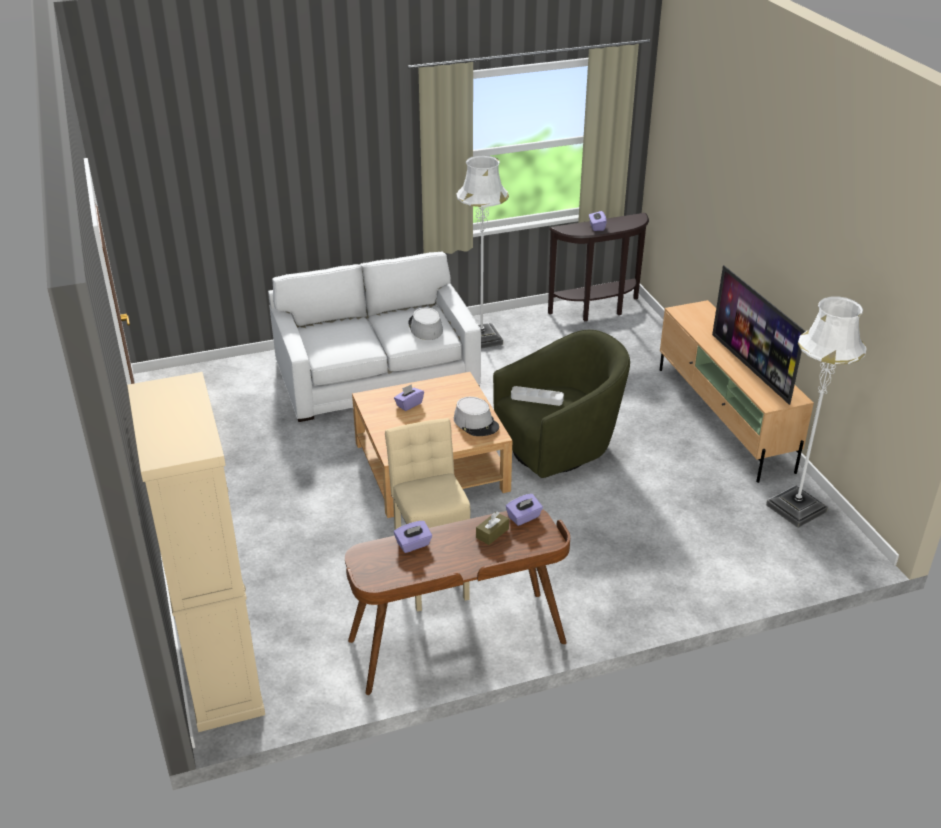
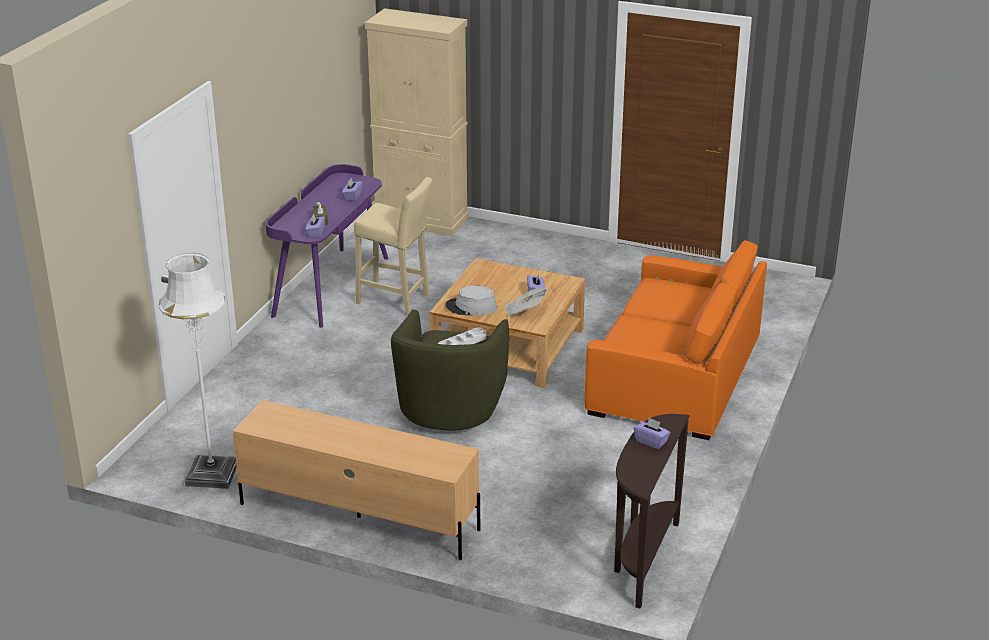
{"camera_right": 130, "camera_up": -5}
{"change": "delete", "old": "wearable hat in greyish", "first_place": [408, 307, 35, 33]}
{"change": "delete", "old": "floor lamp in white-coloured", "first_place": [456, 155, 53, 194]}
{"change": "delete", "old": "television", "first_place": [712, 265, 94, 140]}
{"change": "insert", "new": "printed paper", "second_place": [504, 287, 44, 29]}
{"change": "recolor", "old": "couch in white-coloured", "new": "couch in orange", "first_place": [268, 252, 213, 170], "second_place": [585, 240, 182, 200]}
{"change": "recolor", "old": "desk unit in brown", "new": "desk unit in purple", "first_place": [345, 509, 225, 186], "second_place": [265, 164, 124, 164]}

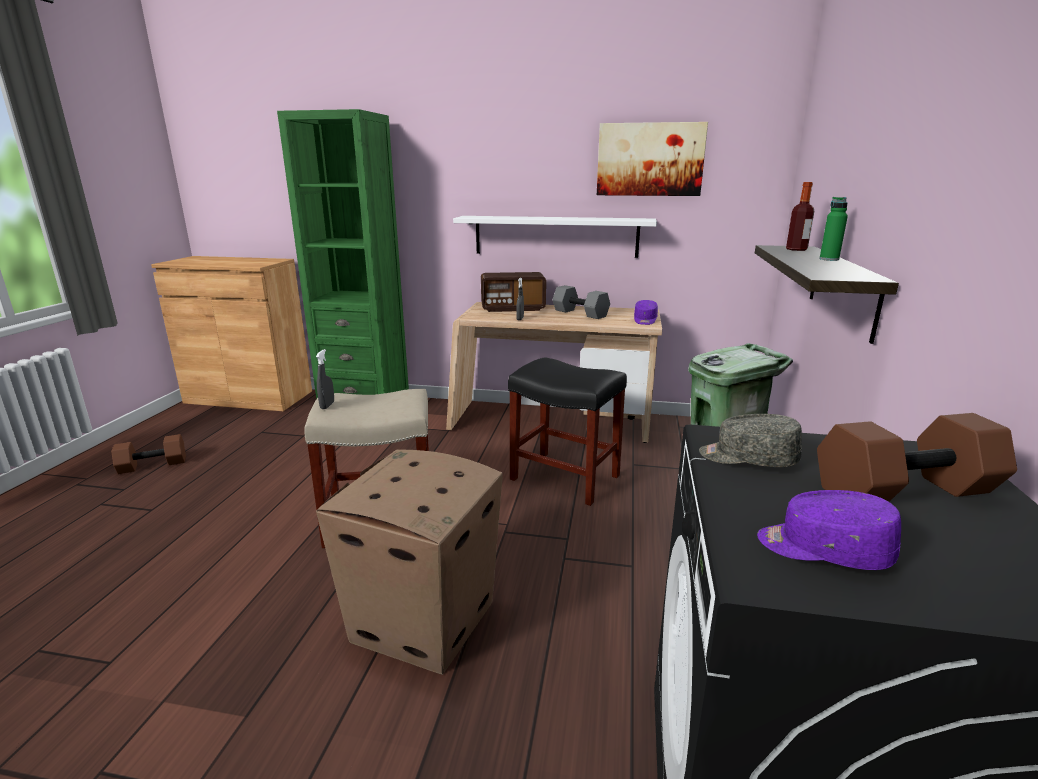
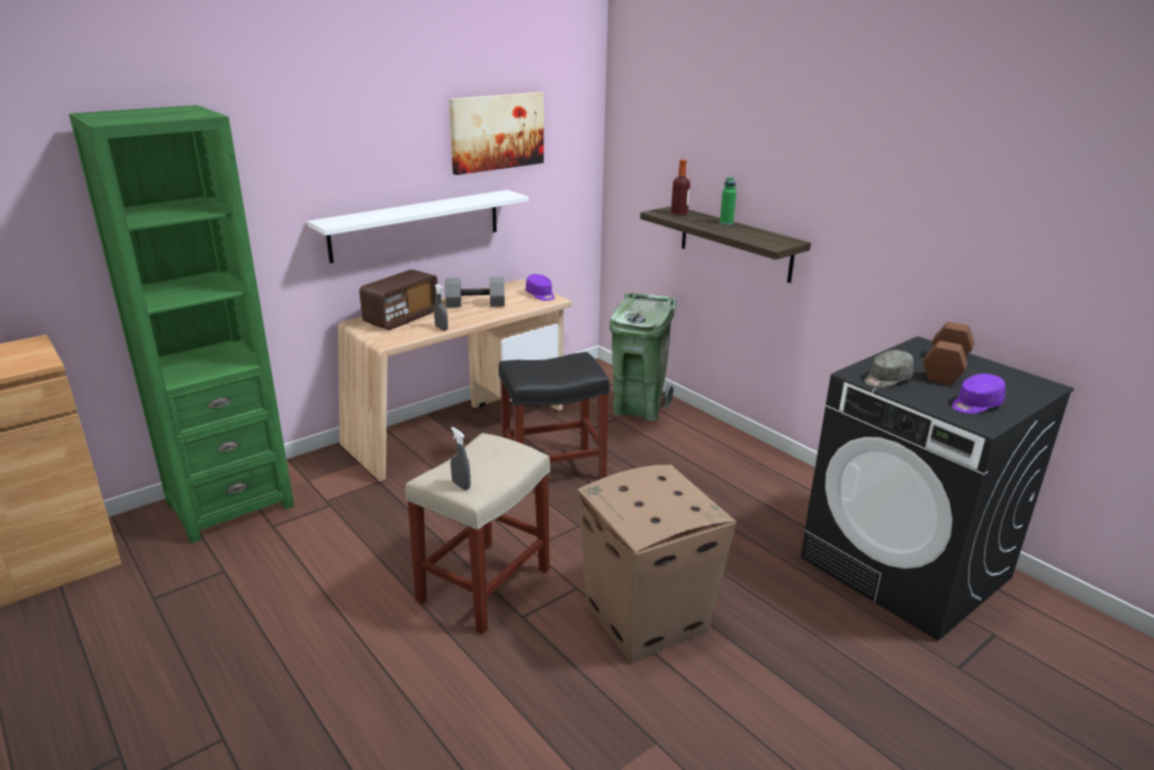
{"camera_right": -50, "camera_up": 5}
{"change": "delete", "old": "free weight in brown", "first_place": [111, 434, 75, 40]}

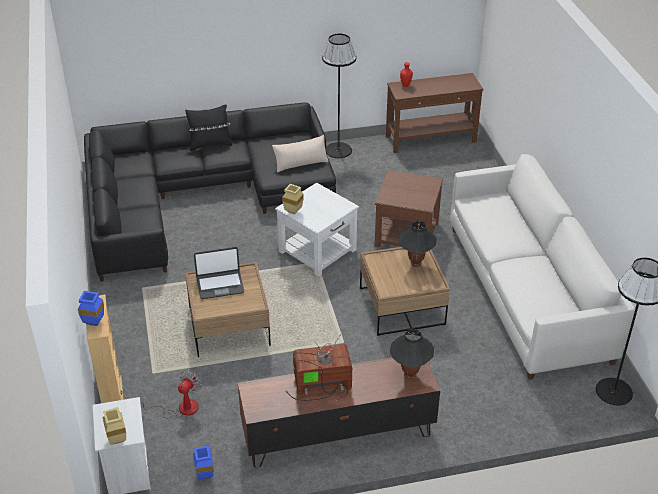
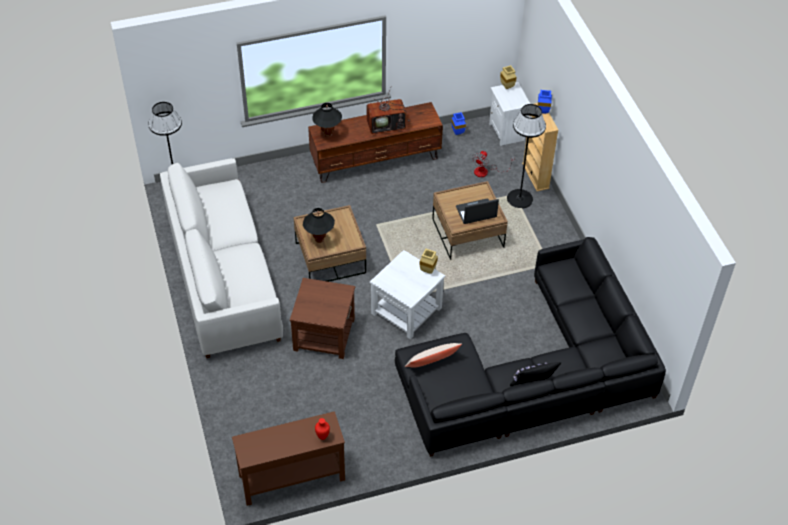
{"camera_right": 175, "camera_up": 10}
{"change": "move", "old": "floor lamp in black", "first_place": [322, 34, 34, 124], "second_place": [507, 104, 39, 105]}

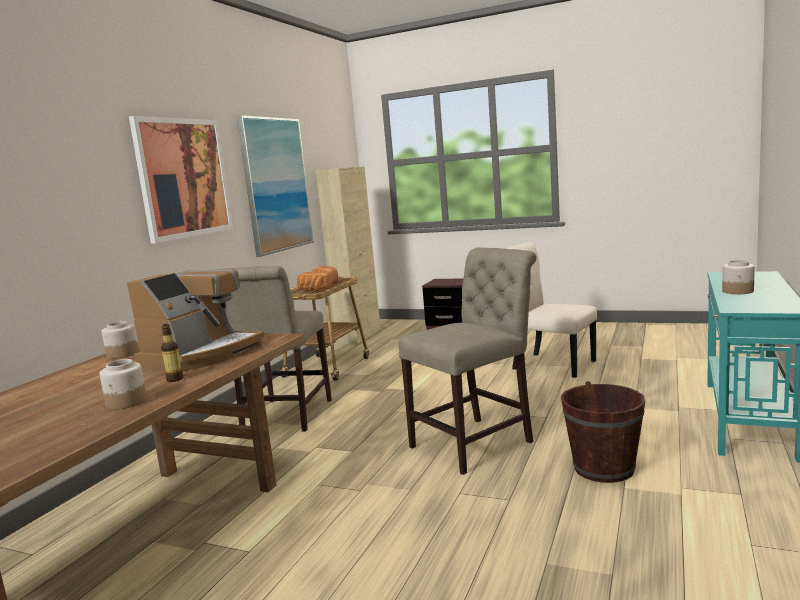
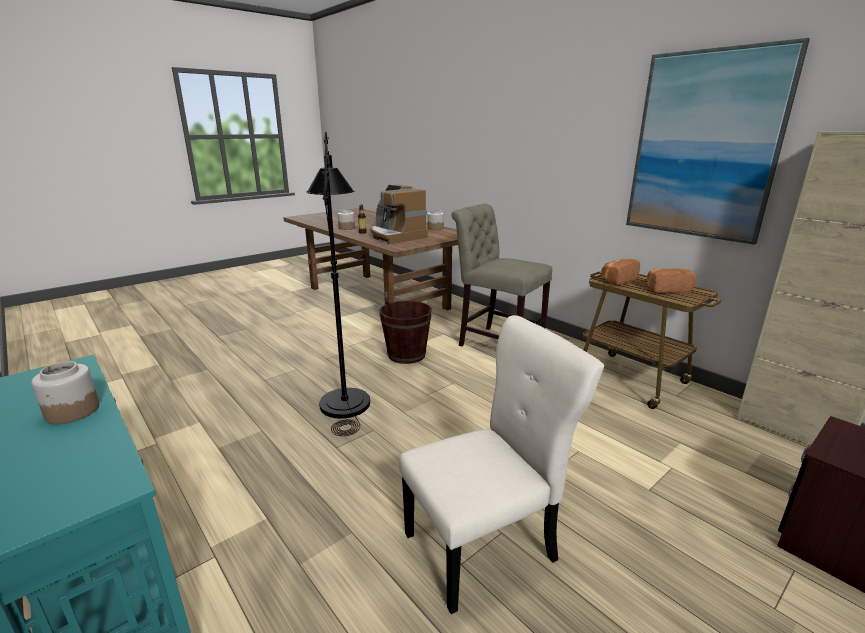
{"camera_right": 115, "camera_up": 10}
{"change": "delete", "old": "picture", "first_place": [129, 116, 104, 128]}
{"change": "move", "old": "pail in brown", "first_place": [561, 381, 85, 102], "second_place": [379, 301, 53, 63]}
{"change": "replace", "old": "chair in sand-coloured", "new": "floor lamp in black", "first_place": [398, 247, 139, 228], "second_place": [306, 132, 64, 304]}

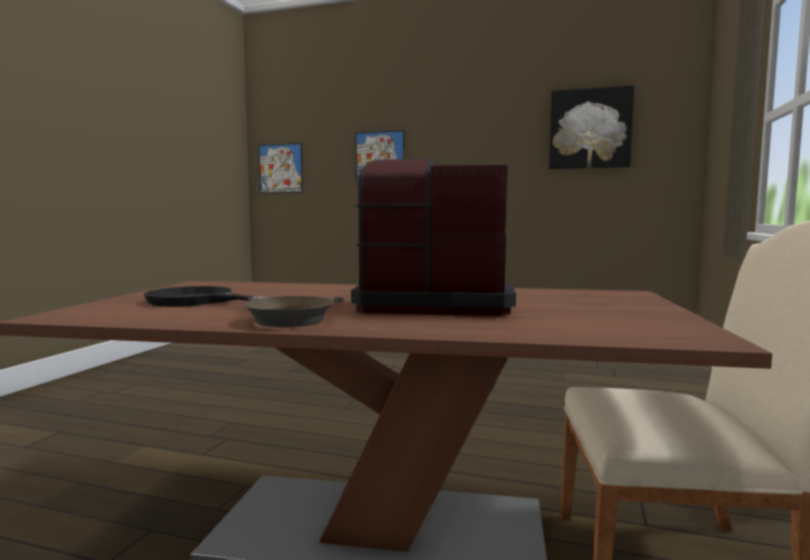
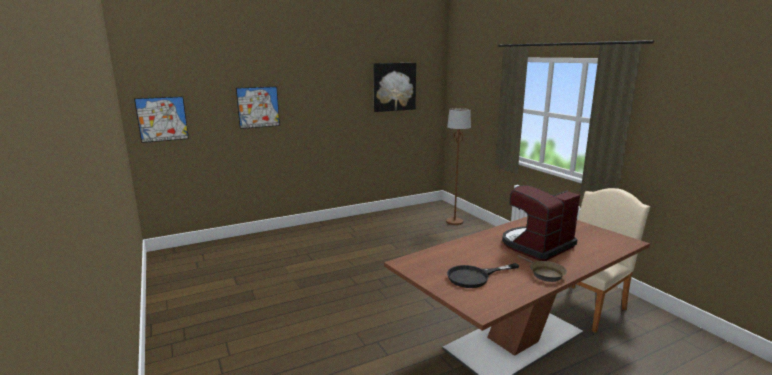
{"camera_right": -45, "camera_up": 10}
{"change": "insert", "new": "floor lamp in brown", "second_place": [446, 108, 25, 117]}

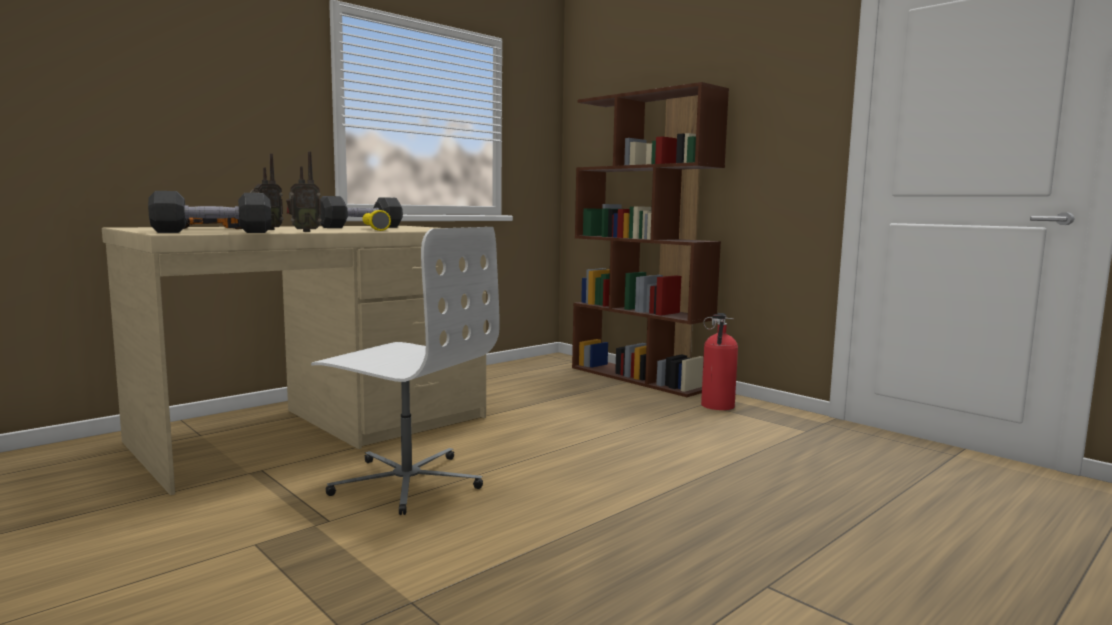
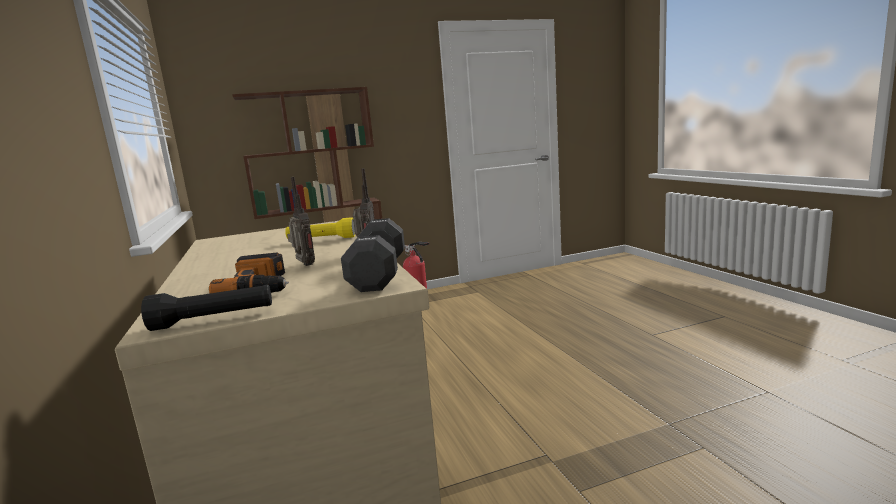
{"camera_right": -65, "camera_up": 5}
{"change": "delete", "old": "computer chair in white-coloured", "first_place": [311, 227, 189, 288]}
{"change": "delete", "old": "free weight in black", "first_place": [320, 196, 83, 32]}
{"change": "insert", "new": "flashlight in black", "second_place": [141, 285, 131, 46]}

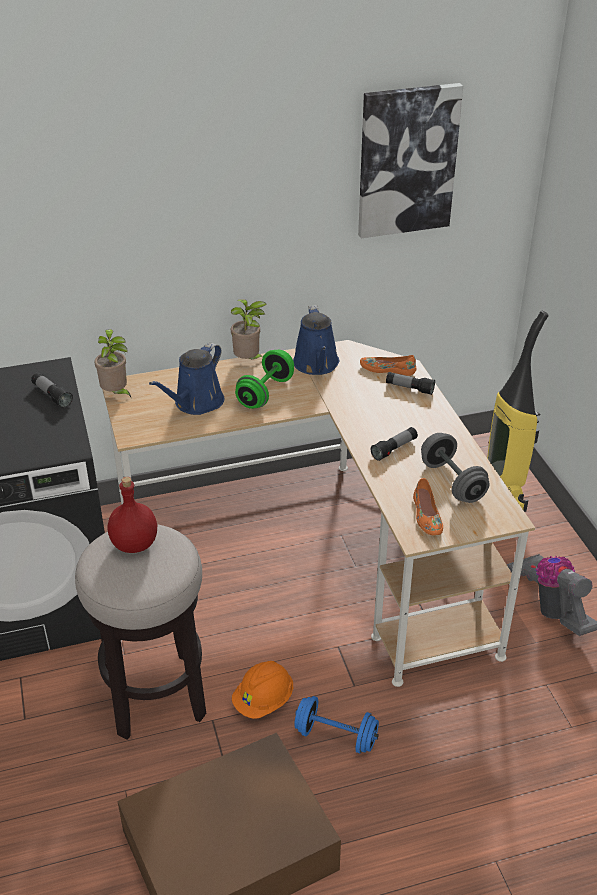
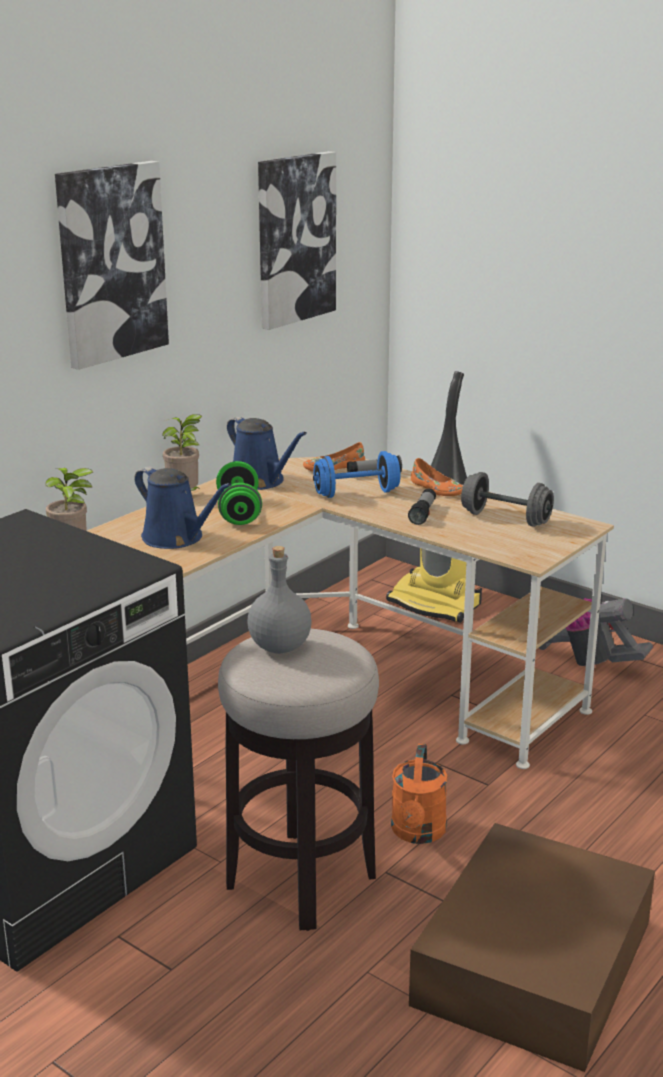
{"camera_right": -35, "camera_up": -15}
{"change": "delete", "old": "flashlight", "first_place": [31, 373, 42, 35]}
{"change": "insert", "new": "picture", "second_place": [55, 161, 114, 209]}
{"change": "move", "old": "free weight in blue-coloured", "first_place": [294, 696, 85, 57], "second_place": [313, 451, 87, 47]}
{"change": "move", "old": "item of footwear in orange", "first_place": [413, 478, 30, 57], "second_place": [411, 458, 52, 38]}
{"change": "replace", "old": "hard hat in orange", "new": "watering pot in orange", "first_place": [232, 661, 61, 58], "second_place": [391, 743, 56, 101]}
{"change": "recolor", "old": "drink bottle in reddish", "new": "drink bottle in greyish", "first_place": [108, 477, 49, 76], "second_place": [247, 546, 65, 108]}
{"change": "rotate", "old": "watering pot in blue-coloured", "first_place": [149, 343, 75, 72], "second_place": [135, 467, 97, 82], "degrees": -45}

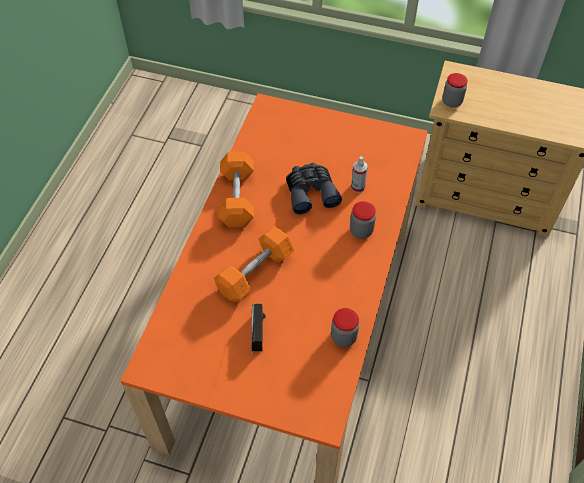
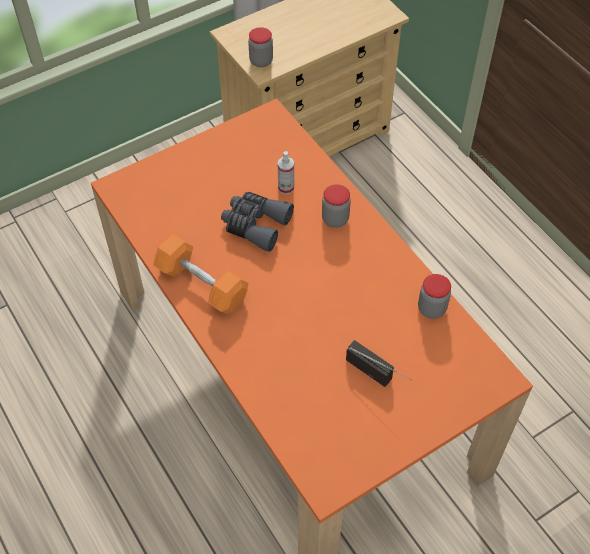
{"camera_right": -50, "camera_up": 0}
{"change": "delete", "old": "free weight in orange", "first_place": [214, 226, 80, 76]}

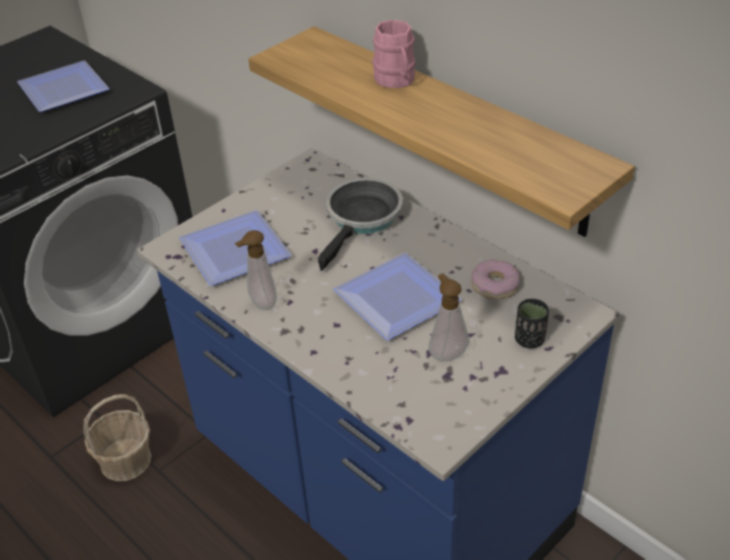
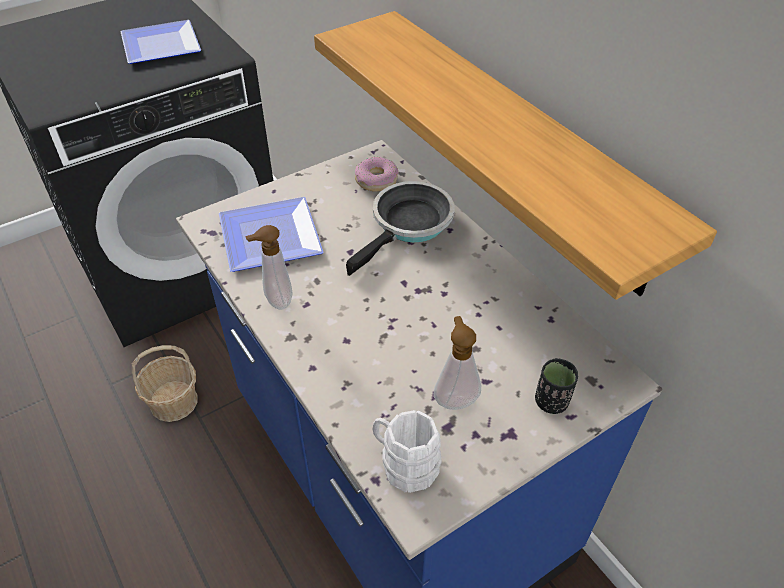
{"camera_right": 10, "camera_up": 5}
{"change": "delete", "old": "flat dish", "first_place": [333, 253, 129, 87]}
{"change": "delete", "old": "mug in pinkish", "first_place": [372, 20, 44, 69]}
{"change": "insert", "new": "mug in white-coloured", "second_place": [372, 410, 70, 83]}
{"change": "move", "old": "doughnut", "first_place": [471, 260, 49, 40], "second_place": [355, 157, 44, 35]}

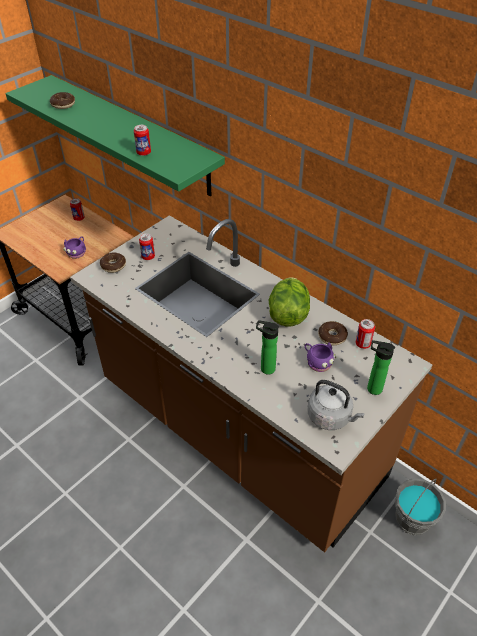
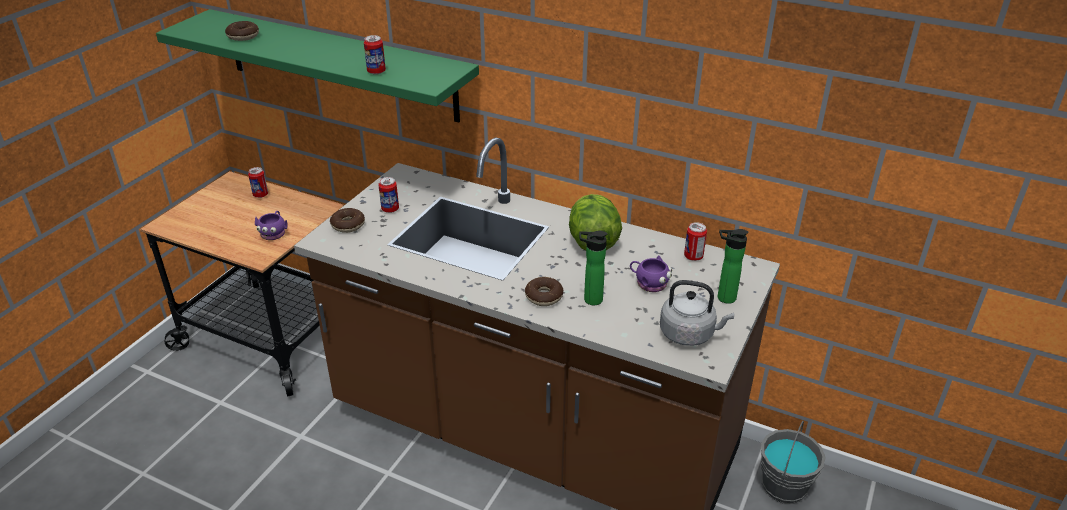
{"camera_right": -15, "camera_up": -10}
{"change": "move", "old": "doughnut", "first_place": [318, 321, 30, 25], "second_place": [525, 277, 38, 29]}

